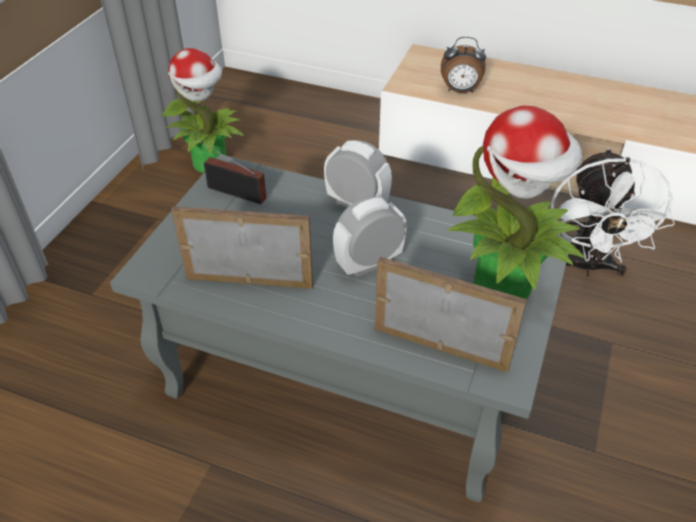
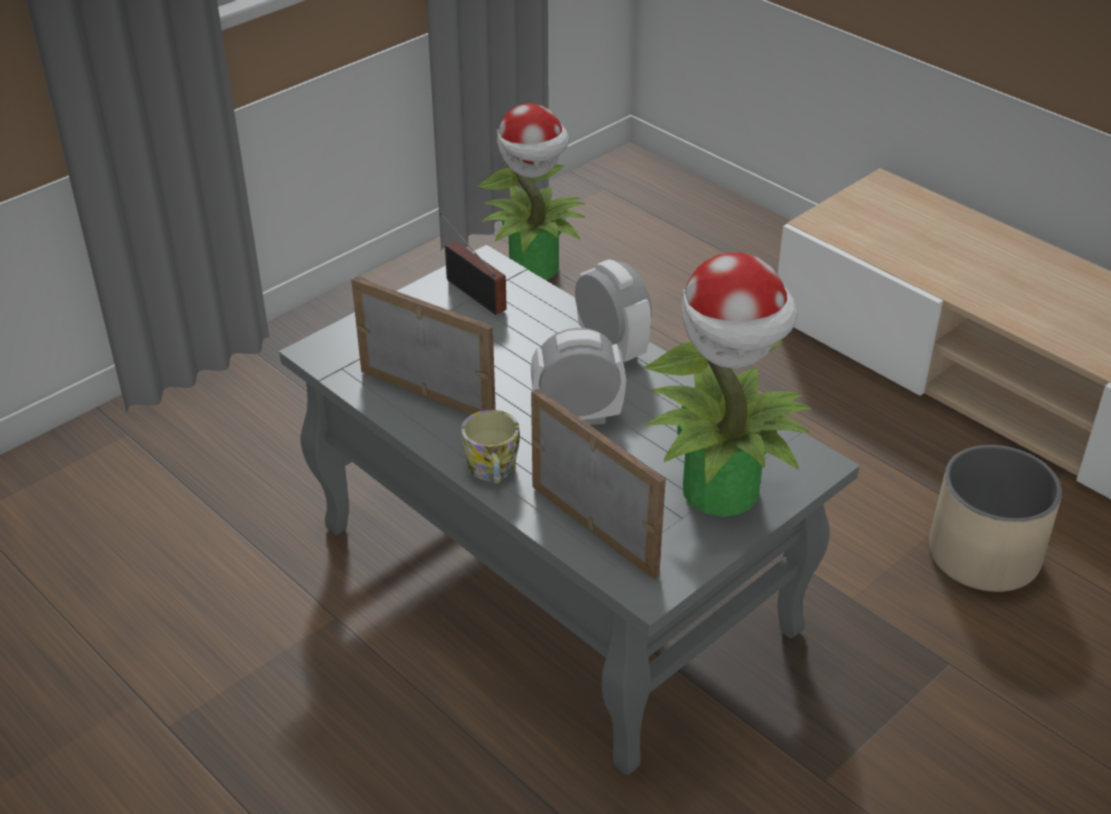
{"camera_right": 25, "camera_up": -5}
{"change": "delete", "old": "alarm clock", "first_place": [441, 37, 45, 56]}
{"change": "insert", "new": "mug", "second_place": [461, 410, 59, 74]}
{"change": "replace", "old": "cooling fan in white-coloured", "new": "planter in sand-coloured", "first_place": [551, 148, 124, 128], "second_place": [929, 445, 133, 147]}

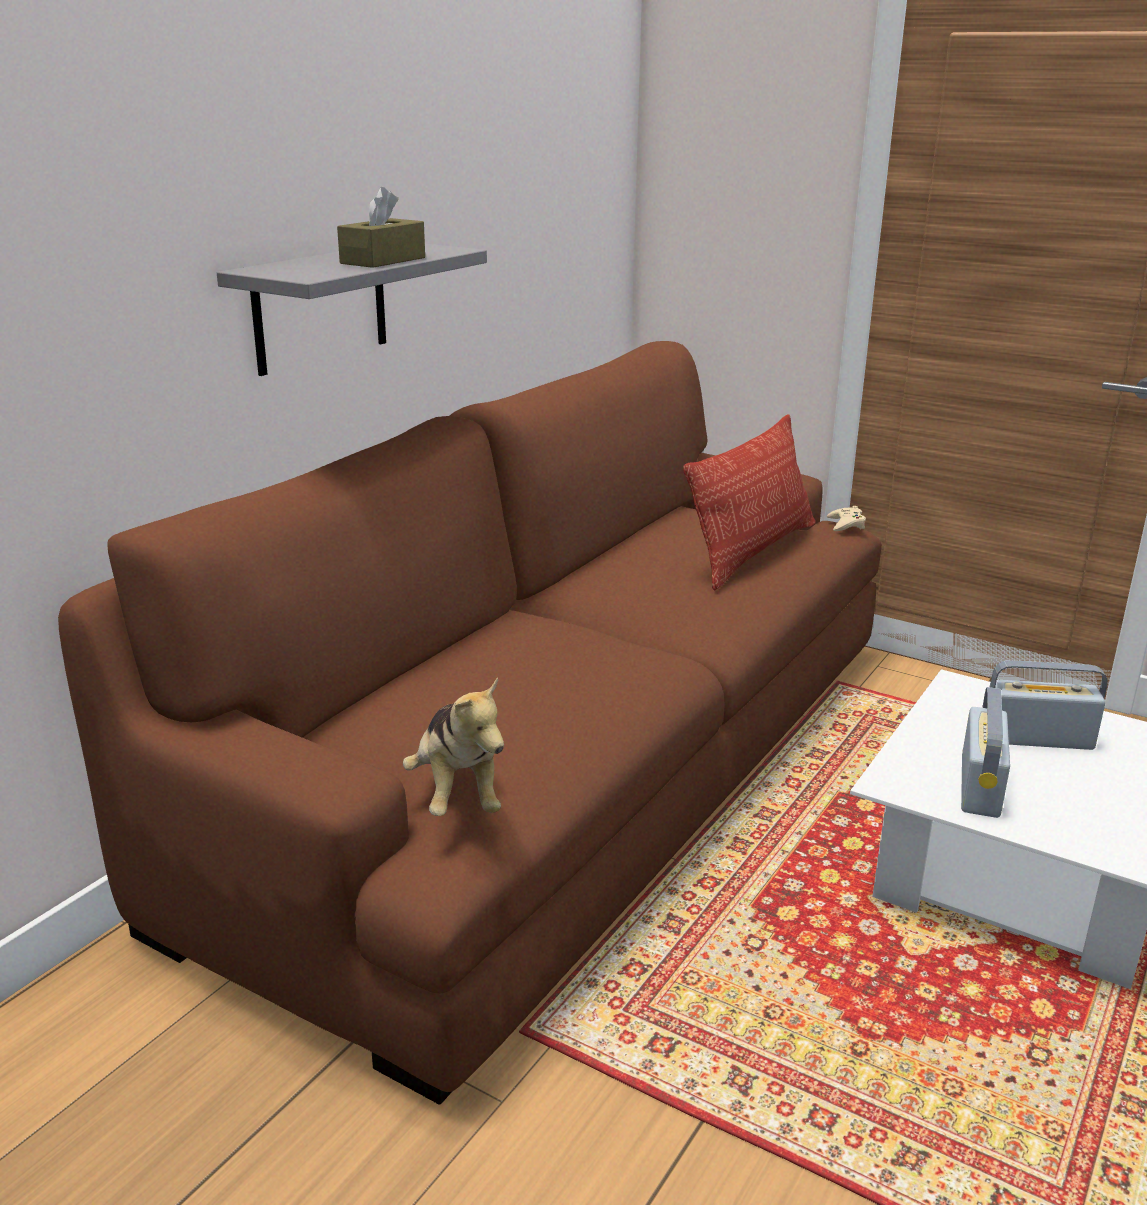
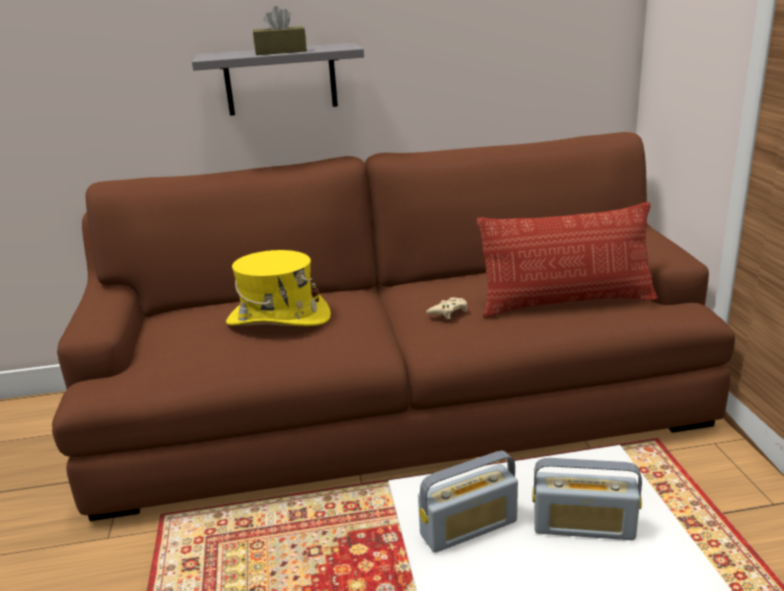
{"camera_right": 50, "camera_up": 0}
{"change": "delete", "old": "plush toy", "first_place": [403, 677, 101, 139]}
{"change": "insert", "new": "wearable hat in yellow", "second_place": [226, 250, 105, 76]}
{"change": "move", "old": "joypad in sand-coloured", "first_place": [827, 506, 39, 25], "second_place": [426, 297, 41, 22]}
{"change": "rotate", "old": "radio receiver", "first_place": [990, 660, 118, 90], "second_place": [533, 458, 109, 82], "degrees": 135}

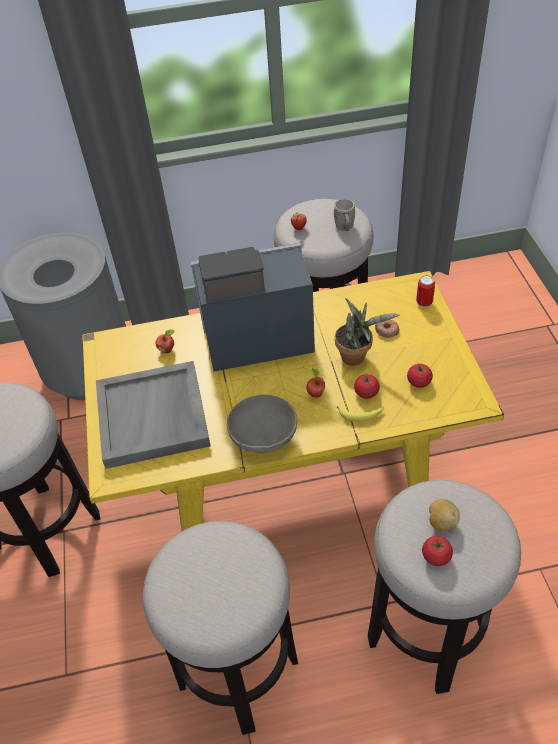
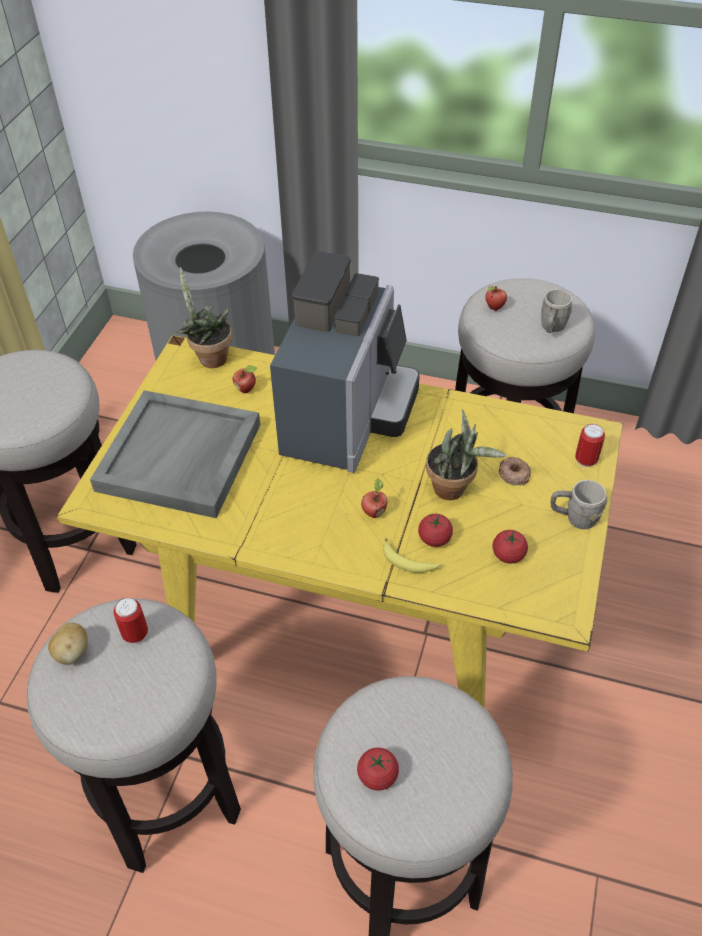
{"camera_right": 25, "camera_up": 0}
{"change": "delete", "old": "deep dish in greyish", "first_place": [227, 395, 70, 58]}
{"change": "insert", "new": "sealed can", "second_place": [113, 598, 35, 45]}
{"change": "insert", "new": "houseplant", "second_place": [176, 267, 56, 101]}
{"change": "insert", "new": "mug in greyish", "second_place": [551, 480, 57, 49]}
{"change": "move", "old": "whole potato", "first_place": [429, 499, 31, 32], "second_place": [48, 623, 40, 42]}
{"change": "rotate", "old": "coffee machine", "first_place": [191, 243, 124, 128], "second_place": [270, 251, 150, 222], "degrees": 90}

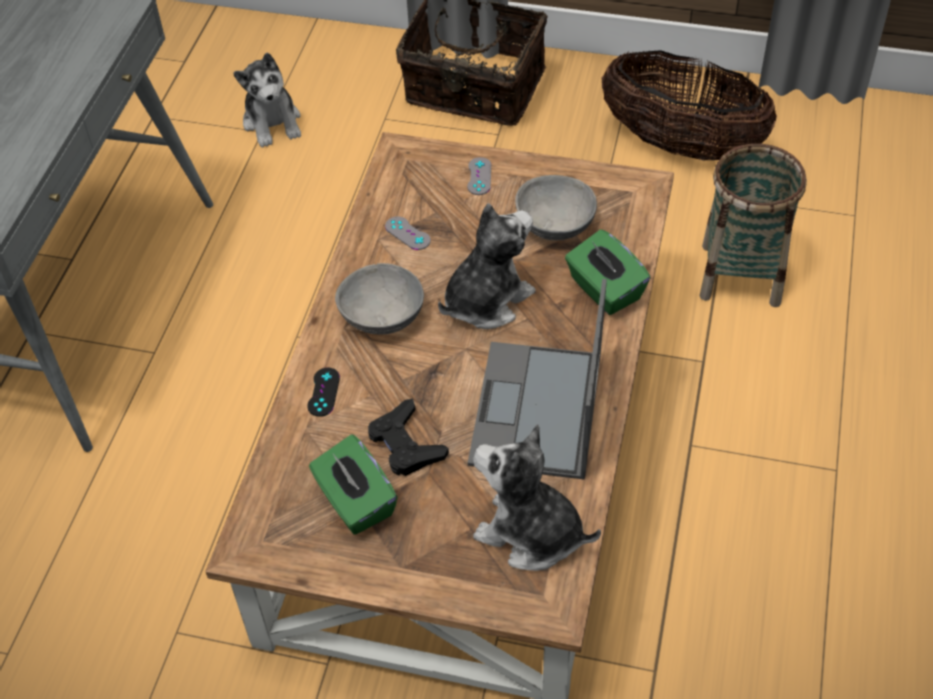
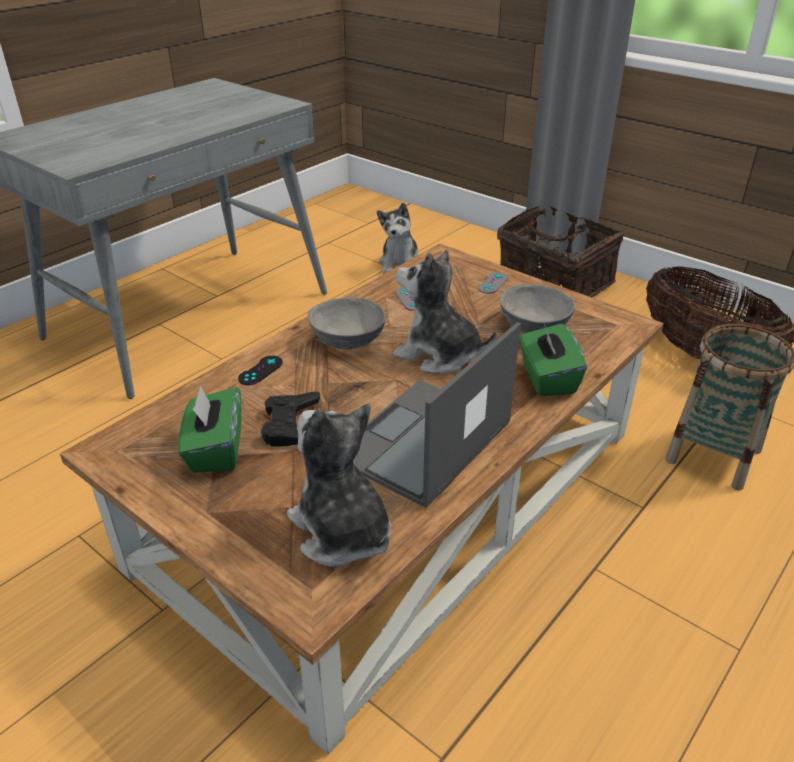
{"camera_right": 25, "camera_up": -15}
{"change": "rotate", "old": "plush toy", "first_place": [438, 203, 97, 126], "second_place": [393, 250, 104, 124], "degrees": -135}

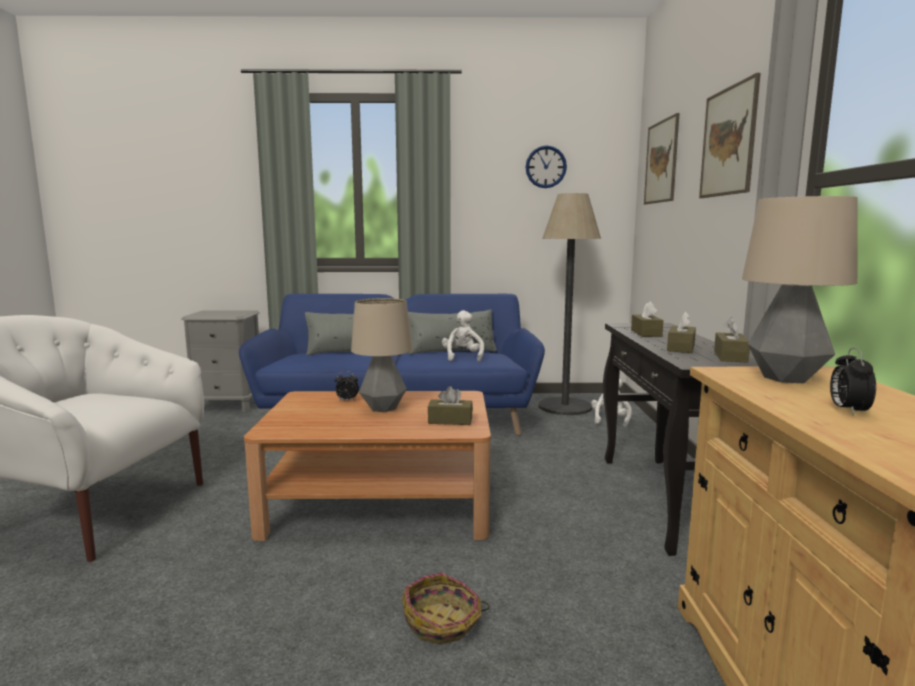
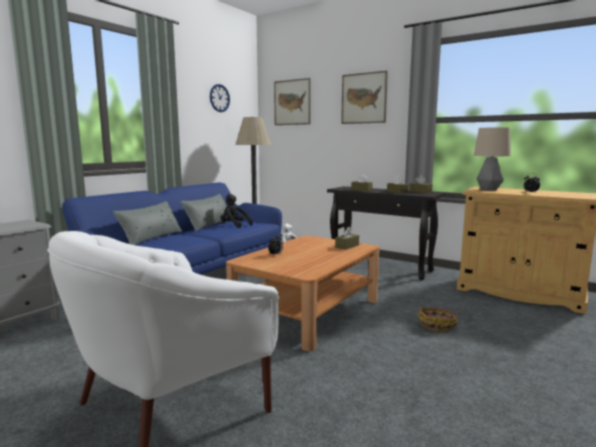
{"camera_right": -55, "camera_up": 0}
{"change": "delete", "old": "table lamp", "first_place": [351, 298, 61, 114]}
{"change": "recolor", "old": "plush toy in white-coloured", "new": "plush toy in black", "first_place": [442, 310, 42, 52], "second_place": [221, 194, 32, 34]}

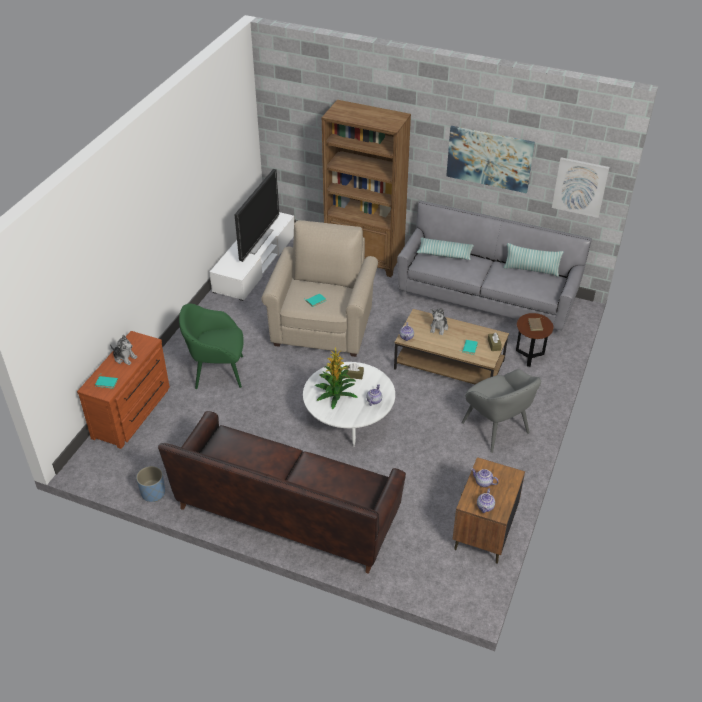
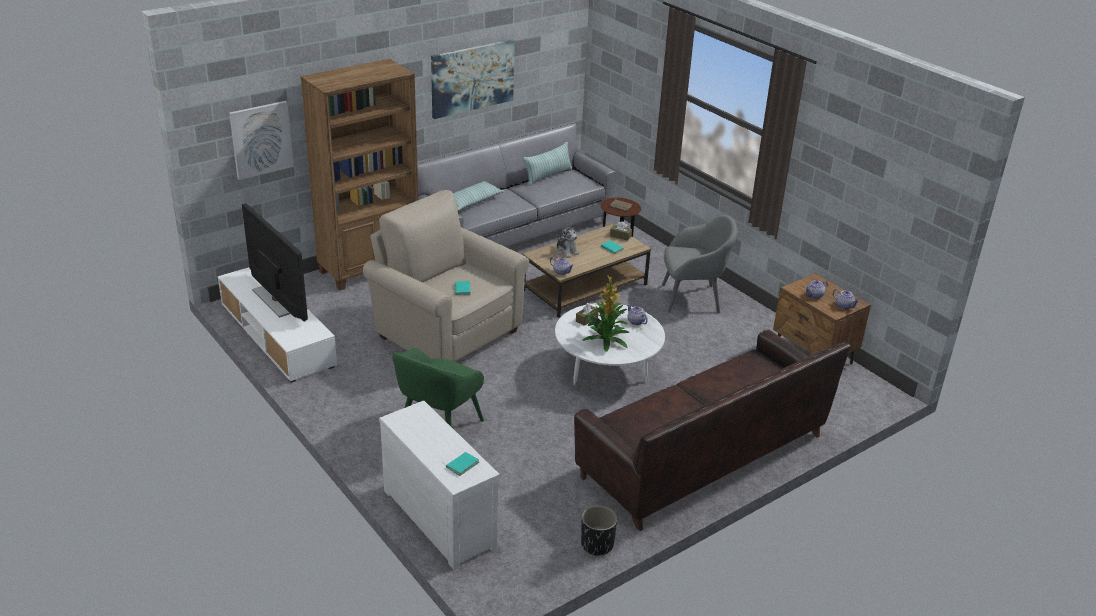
{"camera_right": -60, "camera_up": -10}
{"change": "delete", "old": "plush toy", "first_place": [110, 335, 27, 30]}
{"change": "move", "old": "picture", "first_place": [552, 157, 58, 61], "second_place": [229, 101, 65, 79]}
{"change": "recolor", "old": "dresser in brown", "new": "dresser in white-coloured", "first_place": [77, 331, 93, 118], "second_place": [379, 401, 120, 169]}
{"change": "recolor", "old": "planter in blue-coloured", "new": "planter in black", "first_place": [136, 466, 29, 36], "second_place": [581, 506, 36, 50]}

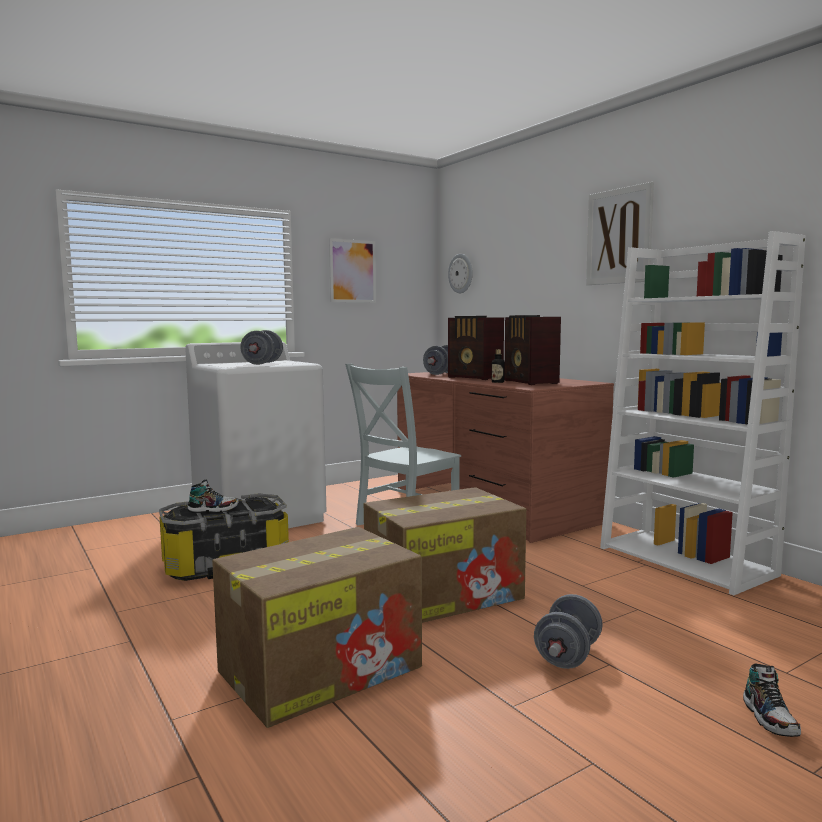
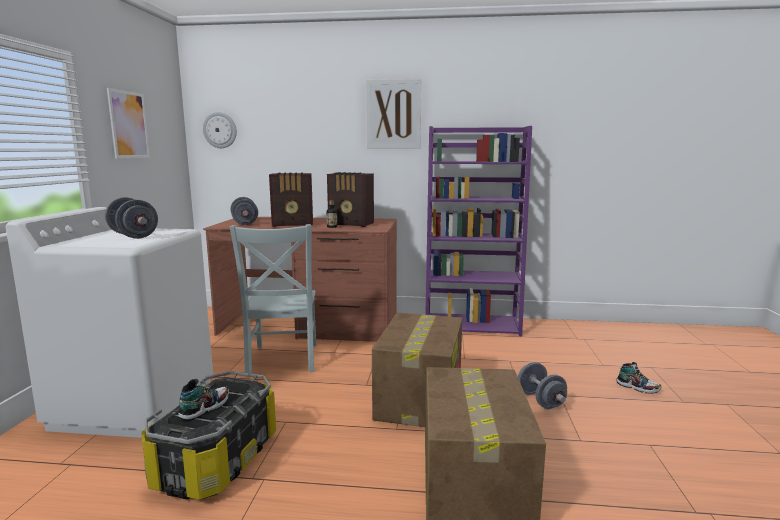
{"camera_right": -50, "camera_up": 5}
{"change": "recolor", "old": "bookcase in white-coloured", "new": "bookcase in purple", "first_place": [600, 231, 206, 365], "second_place": [425, 126, 107, 210]}

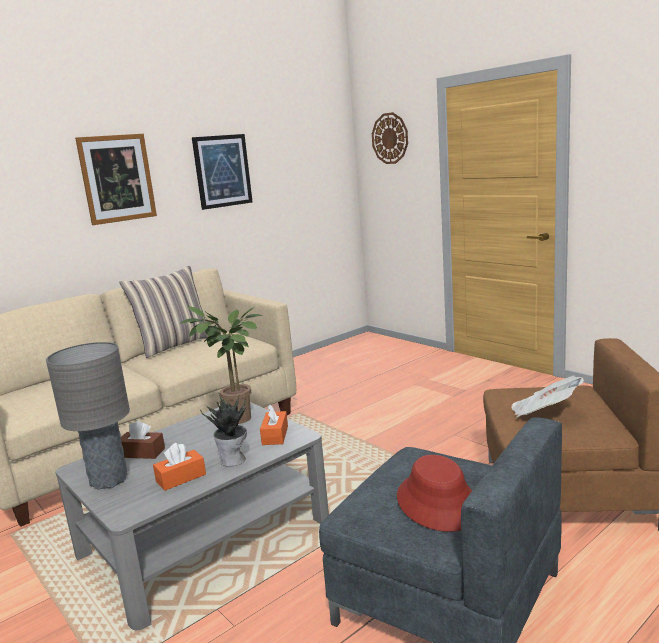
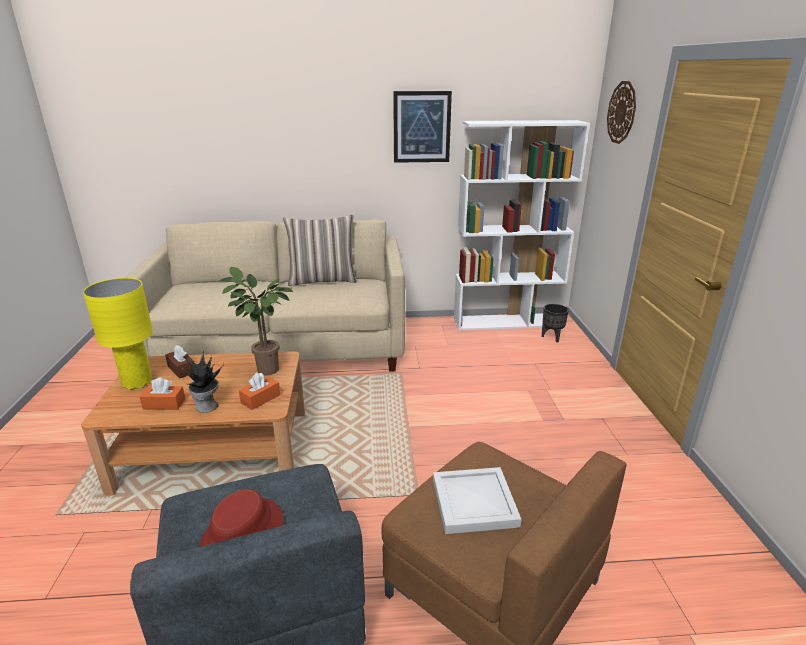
{"camera_right": 35, "camera_up": 10}
{"change": "delete", "old": "picture", "first_place": [75, 134, 82, 91]}
{"change": "insert", "new": "bookcase in white-coloured", "second_place": [454, 120, 136, 210]}
{"change": "insert", "new": "planter in black", "second_place": [542, 304, 27, 38]}
{"change": "replace", "old": "printed paper", "new": "carrying tray in white-coloured", "first_place": [511, 376, 73, 41], "second_place": [433, 467, 89, 67]}
{"change": "recolor", "old": "table lamp in greyish", "new": "table lamp in yellow", "first_place": [46, 342, 84, 147], "second_place": [83, 278, 70, 112]}
{"change": "recolor", "old": "low table in greyish", "new": "low table in brown", "first_place": [56, 402, 273, 228], "second_place": [81, 351, 224, 145]}

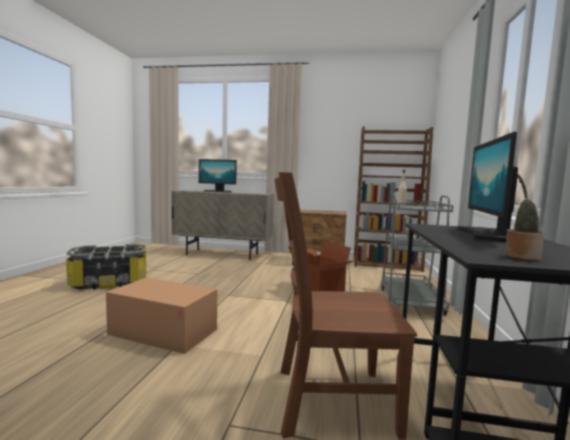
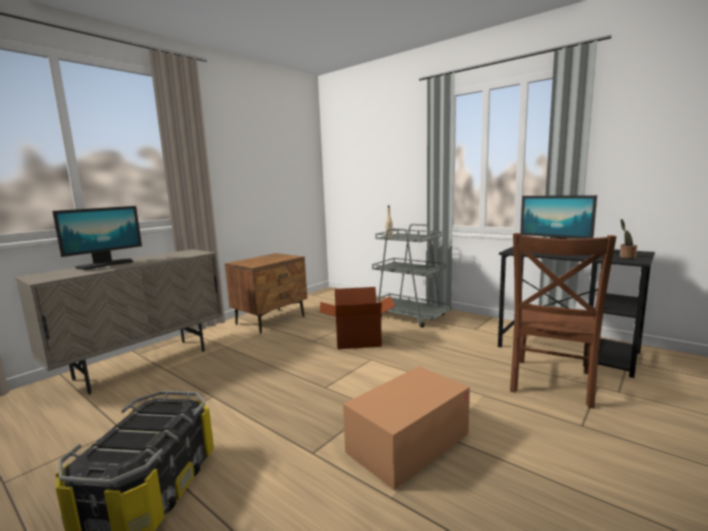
{"camera_right": -60, "camera_up": 5}
{"change": "delete", "old": "bookcase in brown", "first_place": [354, 127, 79, 145]}

